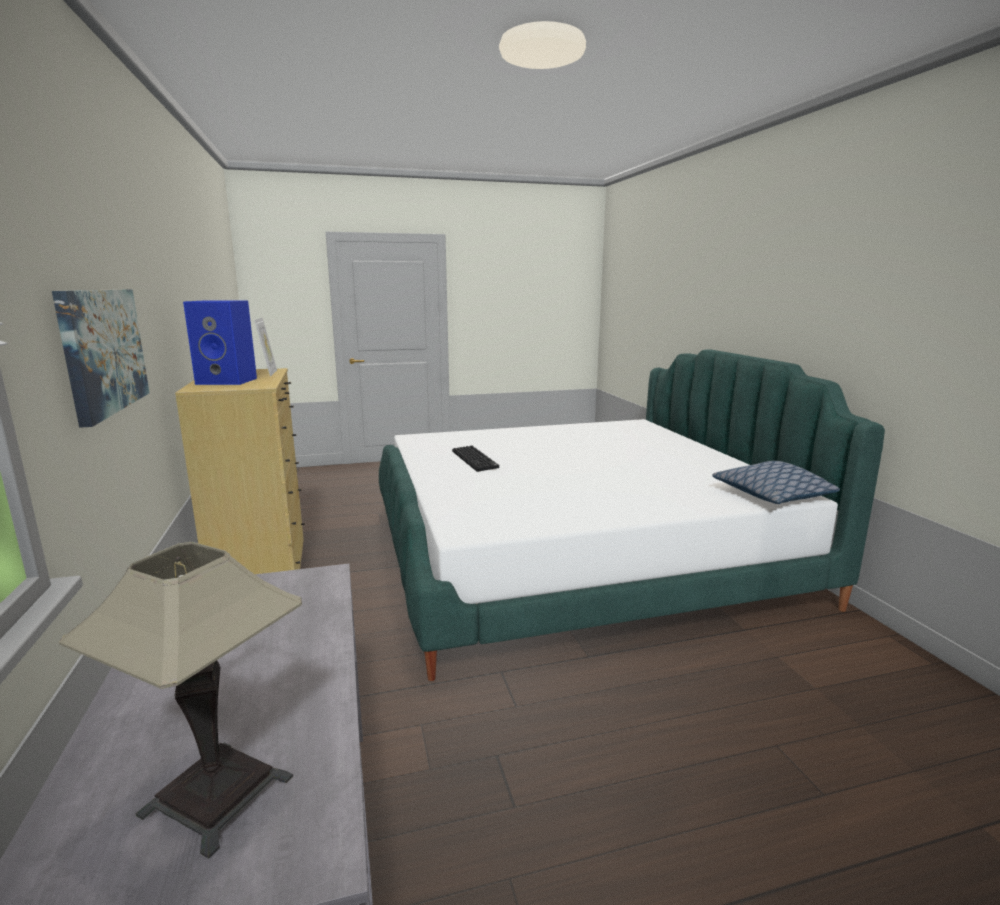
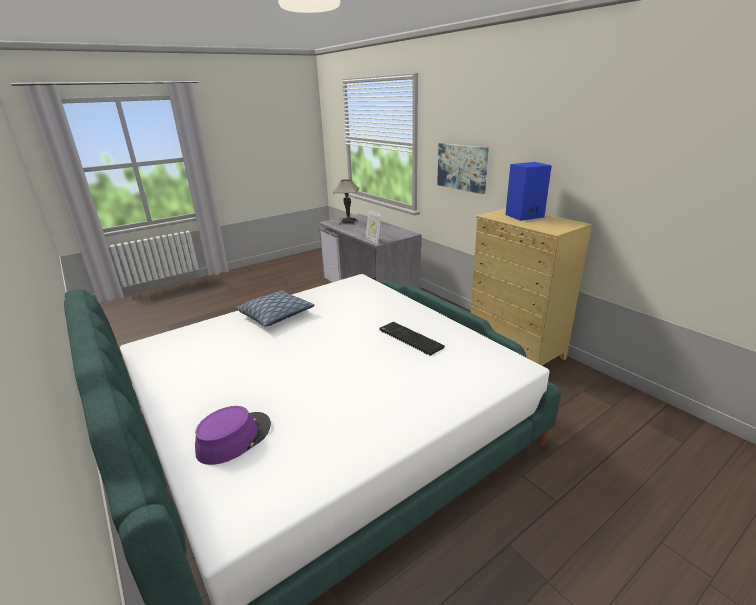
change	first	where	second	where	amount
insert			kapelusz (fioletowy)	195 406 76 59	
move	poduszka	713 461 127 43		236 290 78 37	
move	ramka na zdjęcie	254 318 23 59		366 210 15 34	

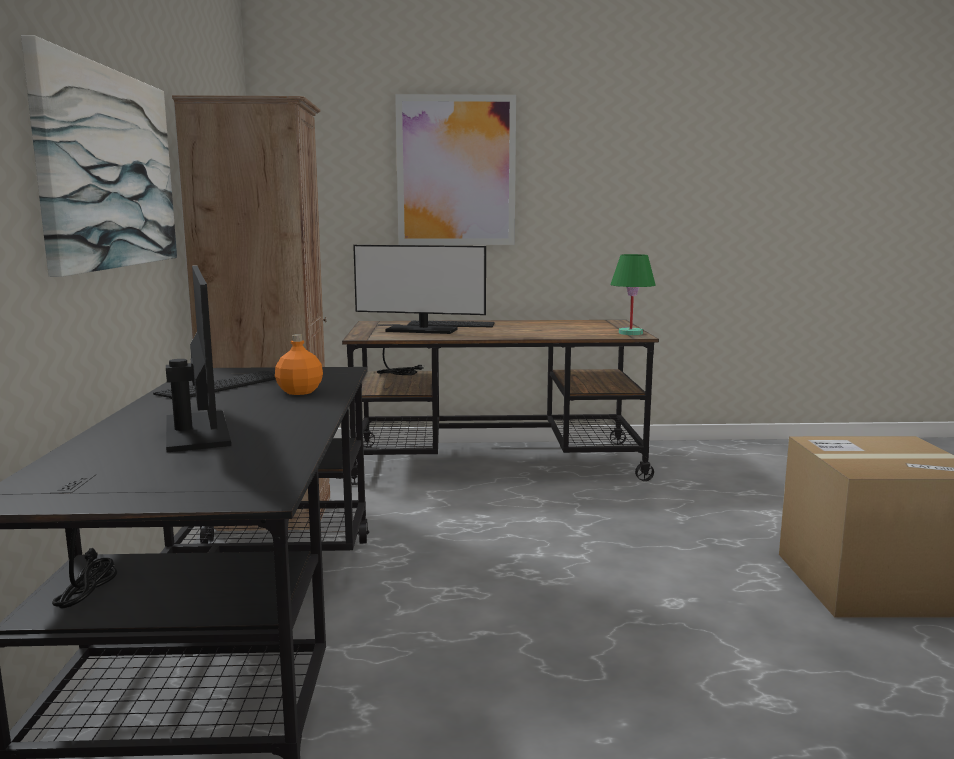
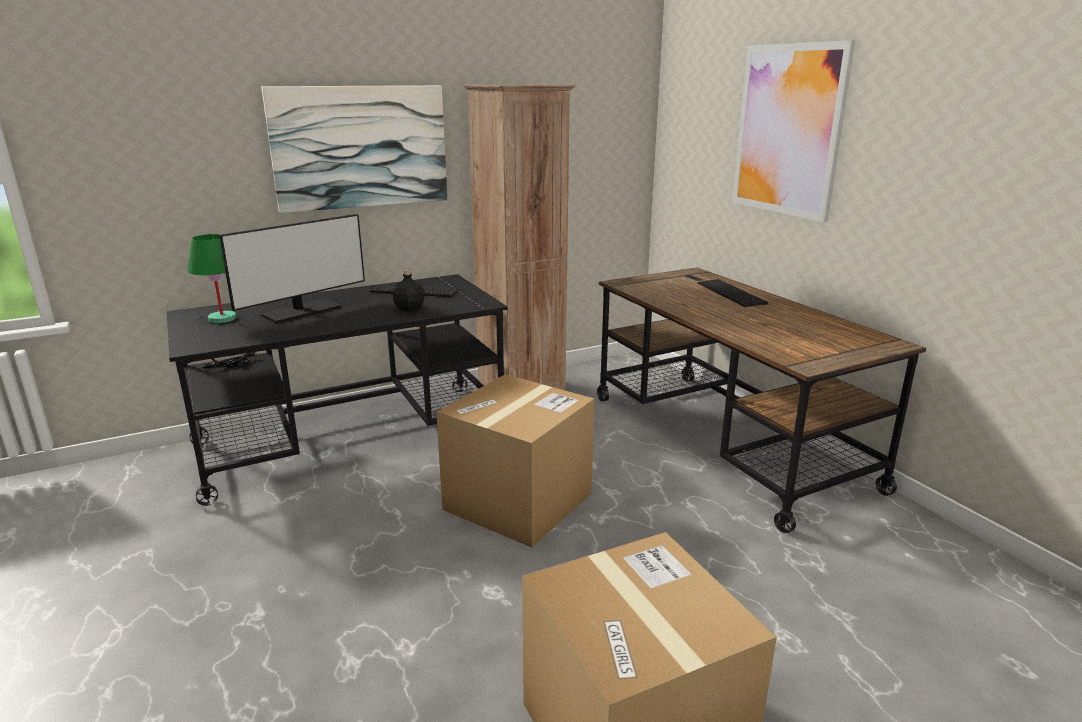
change	first	where	second	where	amount
move	lampa stołowa (zielony)	610 254 46 81		187 234 49 89	
recolor	butelka (pomarańczowy)	275 334 48 61	butelka (czarny)	393 269 32 42	
insert			karton	436 374 159 174	
delete	monitor	353 245 133 89			

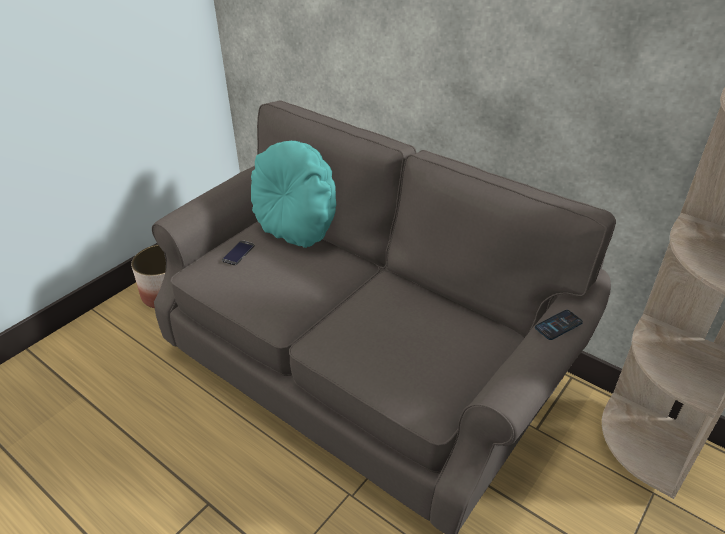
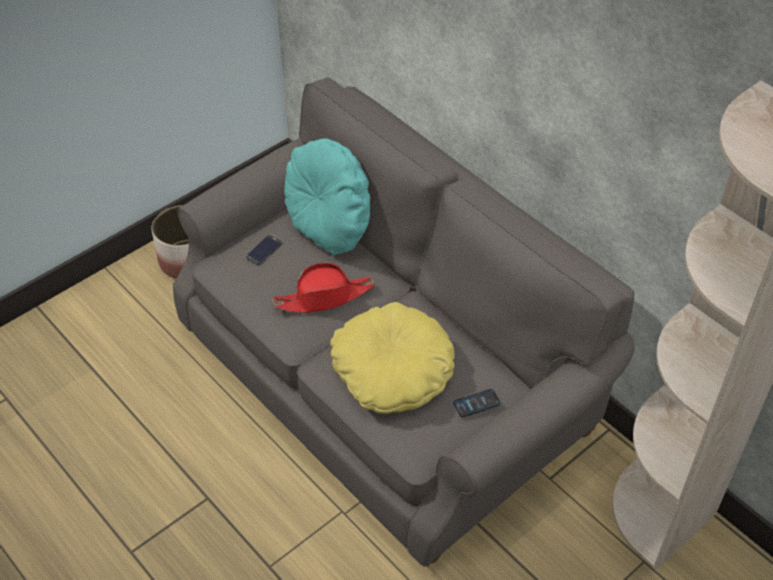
change	first	where	second	where	amount
insert			kapelusz (czerwony)	273 263 102 50	
insert			poduszka (żółty)	330 302 125 112	
move	telefon	535 310 48 30		453 389 47 29	

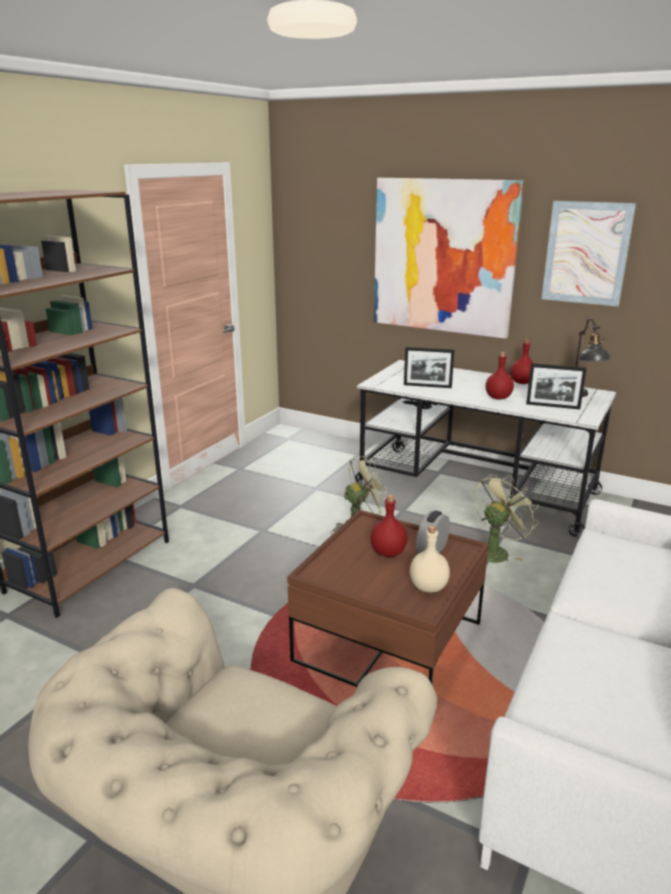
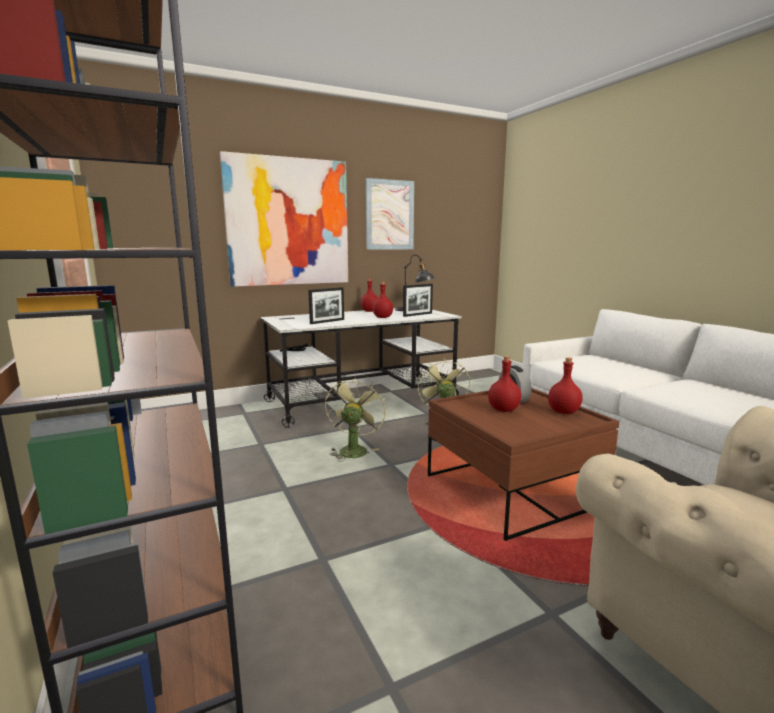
change	first	where	second	where	amount
recolor	butelka (beżowy)	410 525 40 68	butelka (czerwony)	548 357 34 57	

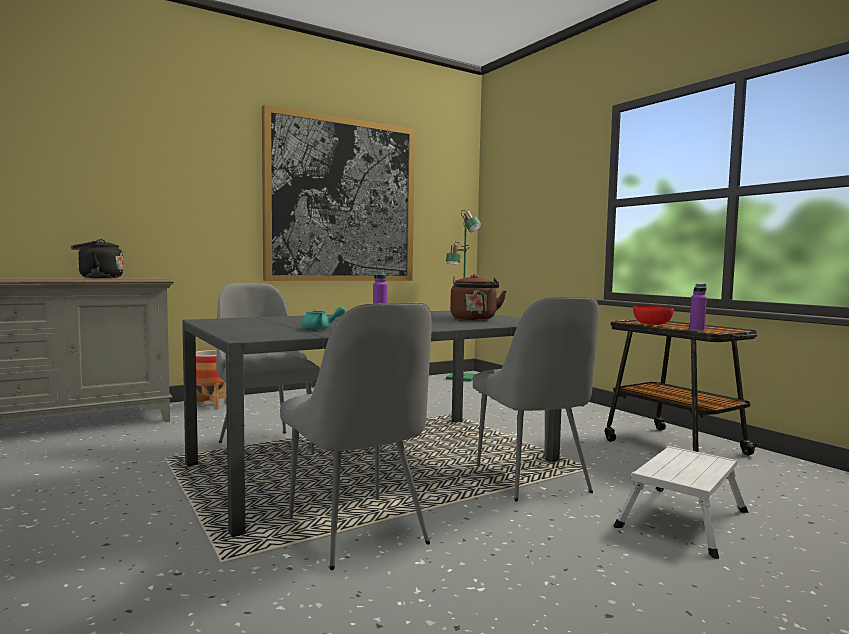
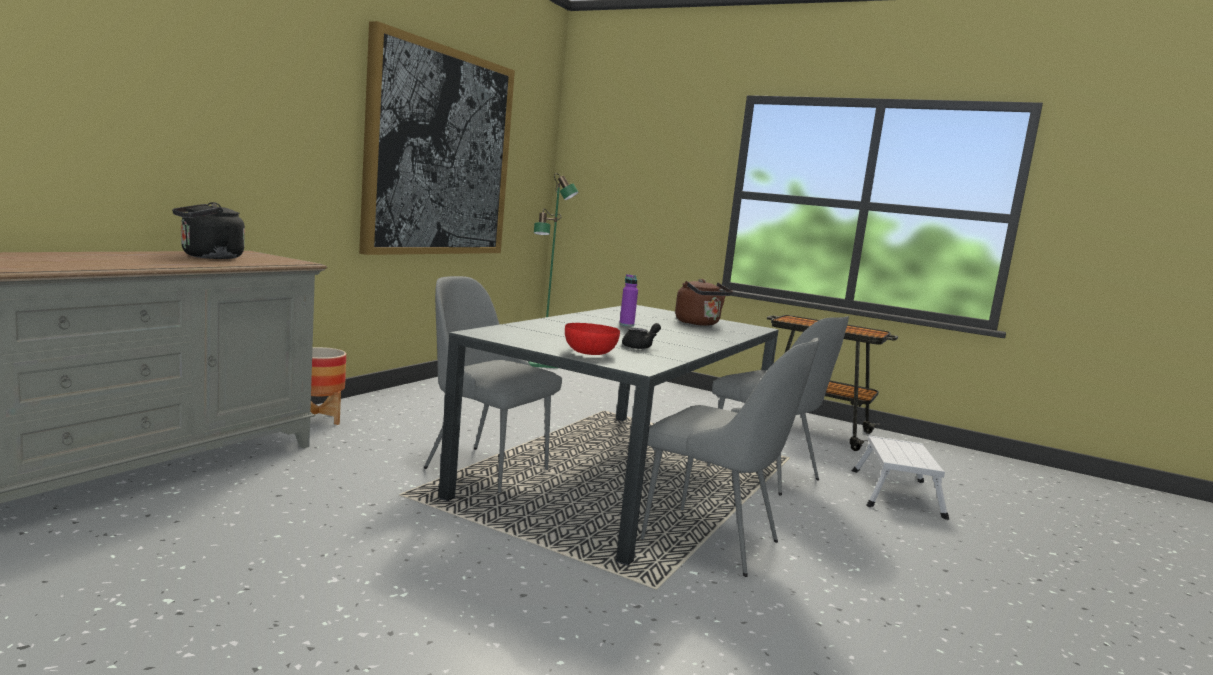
change	first	where	second	where	amount
move	miska (czerwony)	633 306 41 19		565 323 55 32	
recolor	imbryk (turkusowy)	301 306 45 24	imbryk (czarny)	622 323 39 26	
delete	butelka (fioletowy)	689 284 18 47			

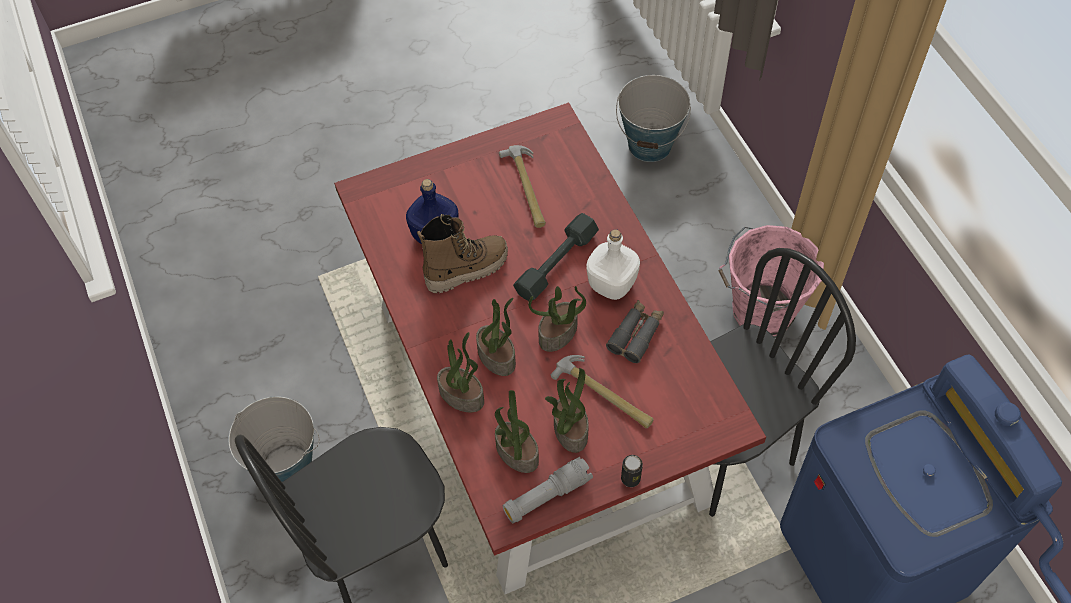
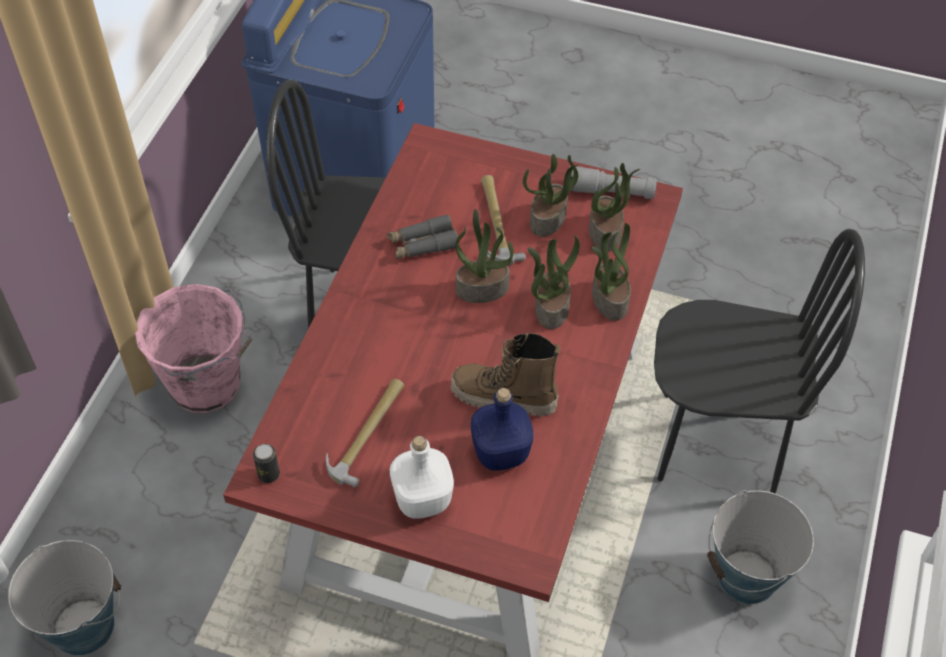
change	first	where	second	where	amount
move	puszka	621 455 22 32		253 444 27 39	
move	butelka (biały)	586 229 54 71		390 436 64 83	
delete	hantel (szary)	513 213 86 88			

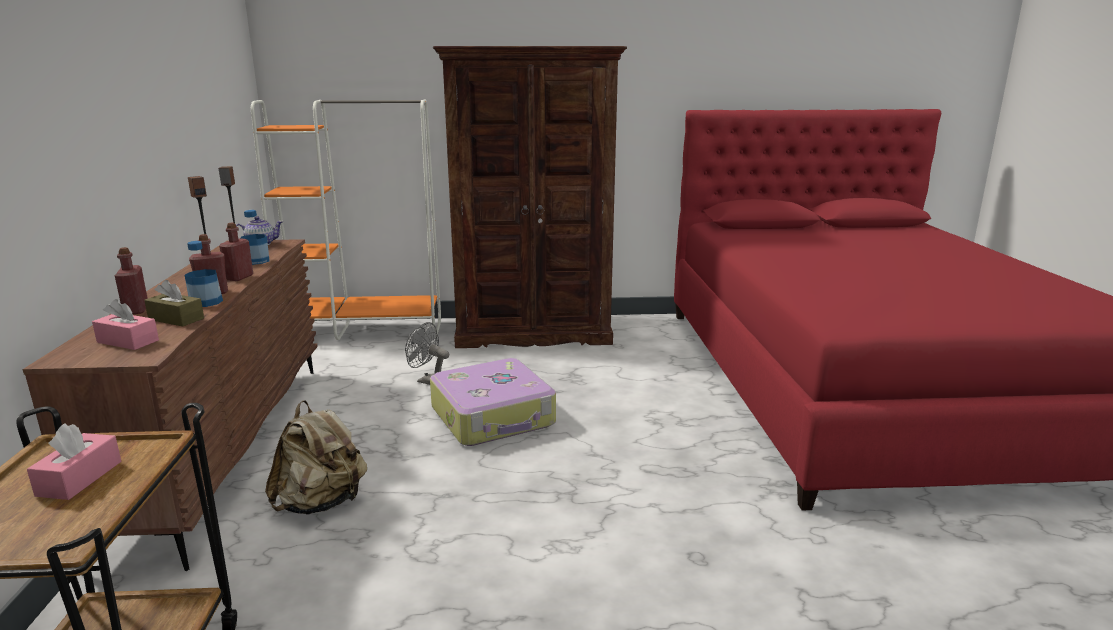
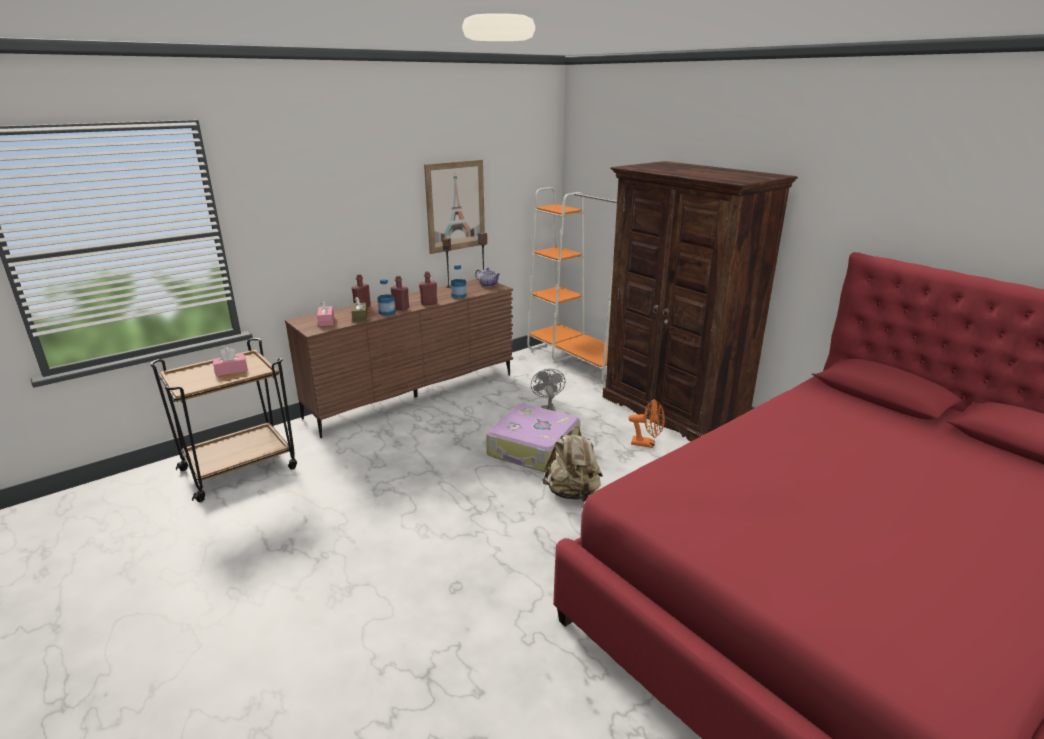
change	first	where	second	where	amount
insert			obraz	424 160 61 94	
move	plecak (beżowy)	265 400 102 114		542 426 61 76	
insert			wentylator (pomarańczowy)	628 399 37 49	

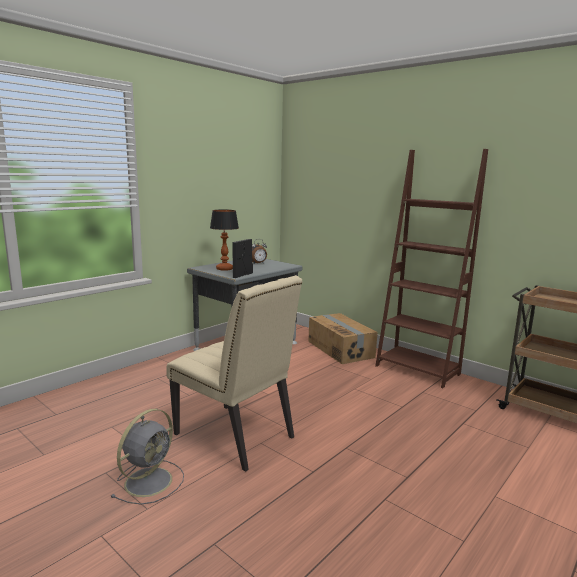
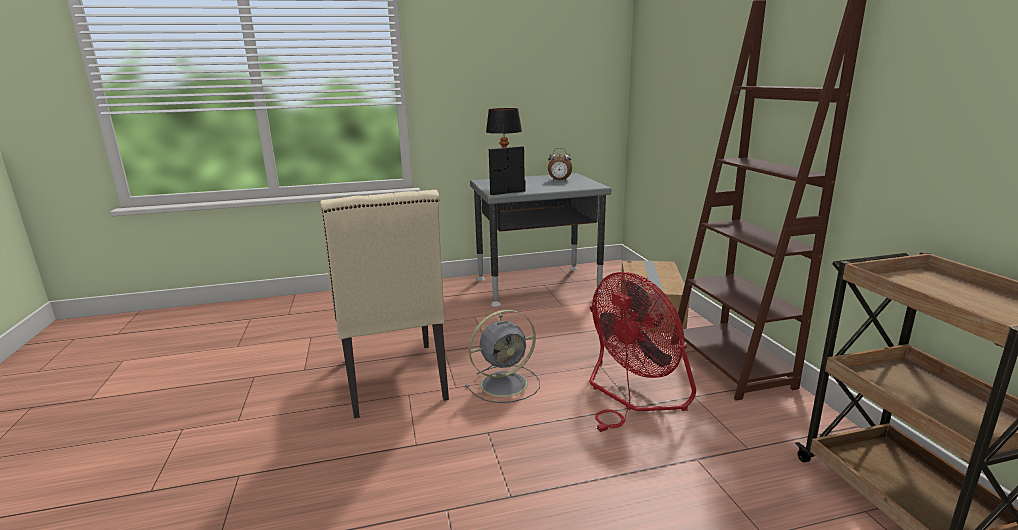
change	first	where	second	where	amount
move	wentylator (szary)	110 409 74 96		465 310 75 93	
insert			wentylator (czerwony)	590 272 106 160	

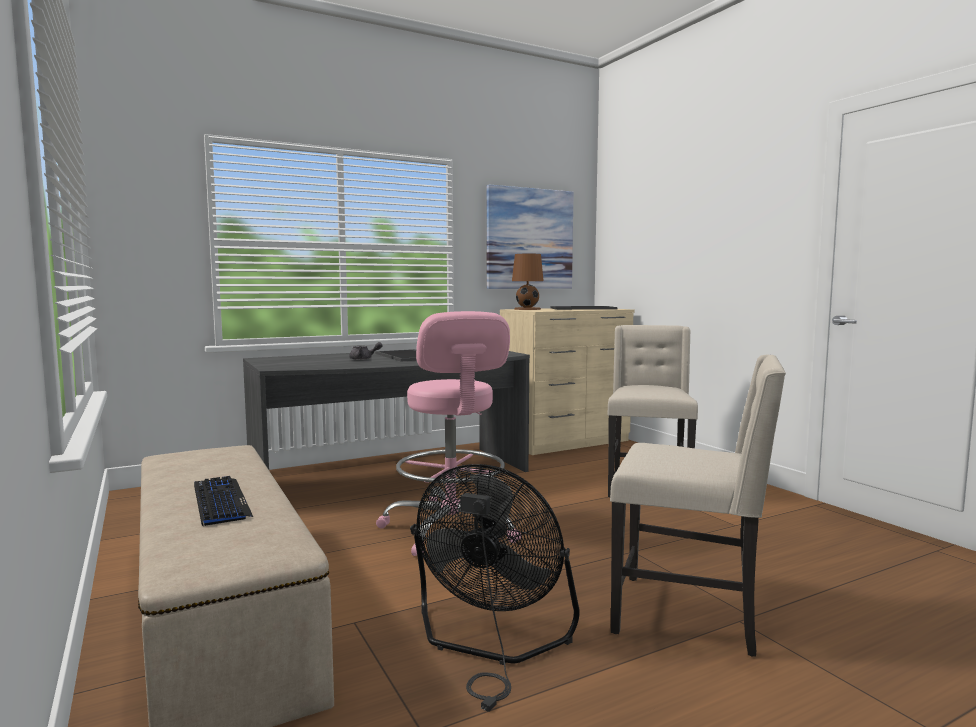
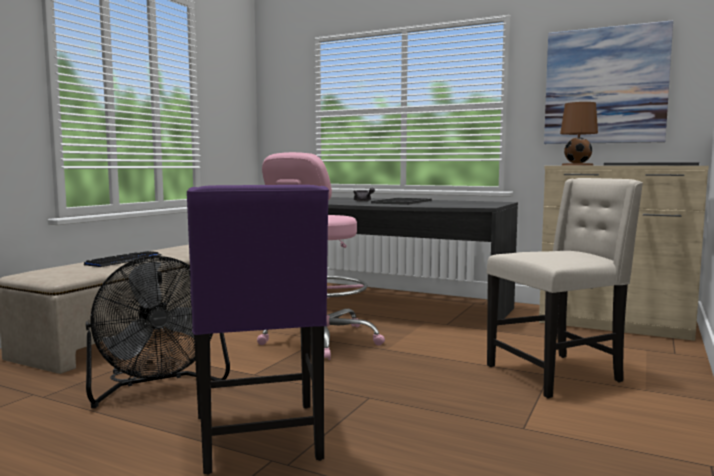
change	first	where	second	where	amount
rotate	wentylator (czarny)	410 464 170 248		86 256 144 152	75 degrees clockwise
recolor	krzesło (beżowy)	610 355 176 302	krzesło (fioletowy)	187 185 142 290	

